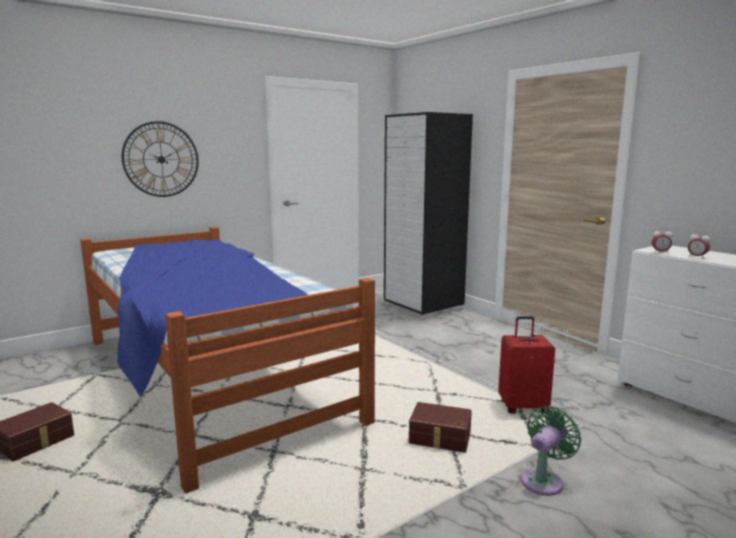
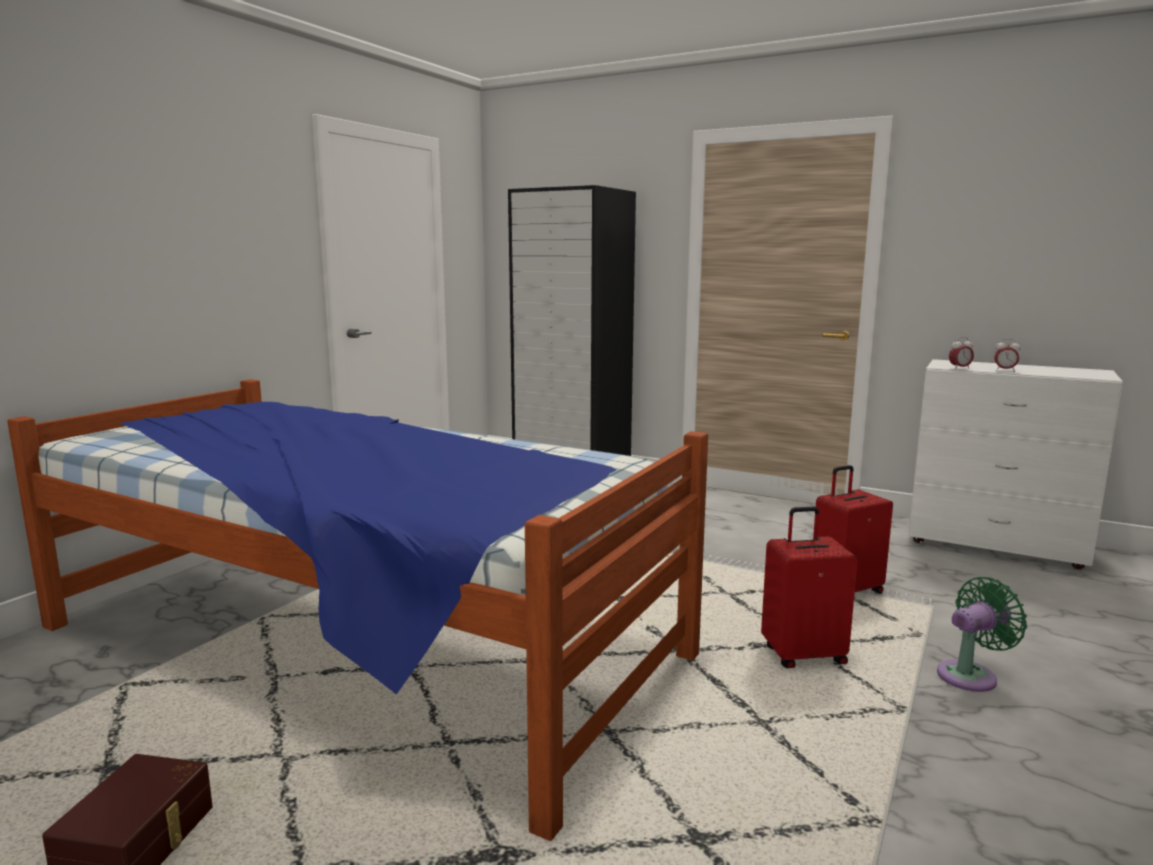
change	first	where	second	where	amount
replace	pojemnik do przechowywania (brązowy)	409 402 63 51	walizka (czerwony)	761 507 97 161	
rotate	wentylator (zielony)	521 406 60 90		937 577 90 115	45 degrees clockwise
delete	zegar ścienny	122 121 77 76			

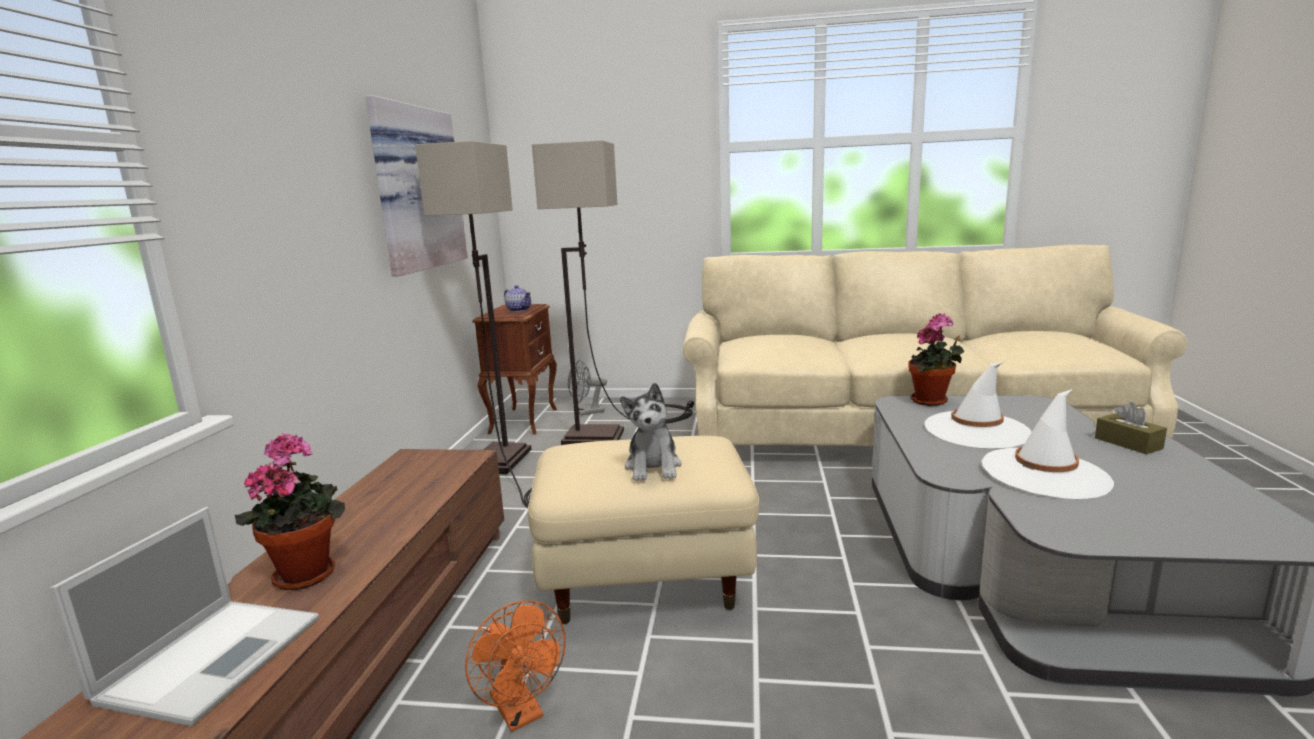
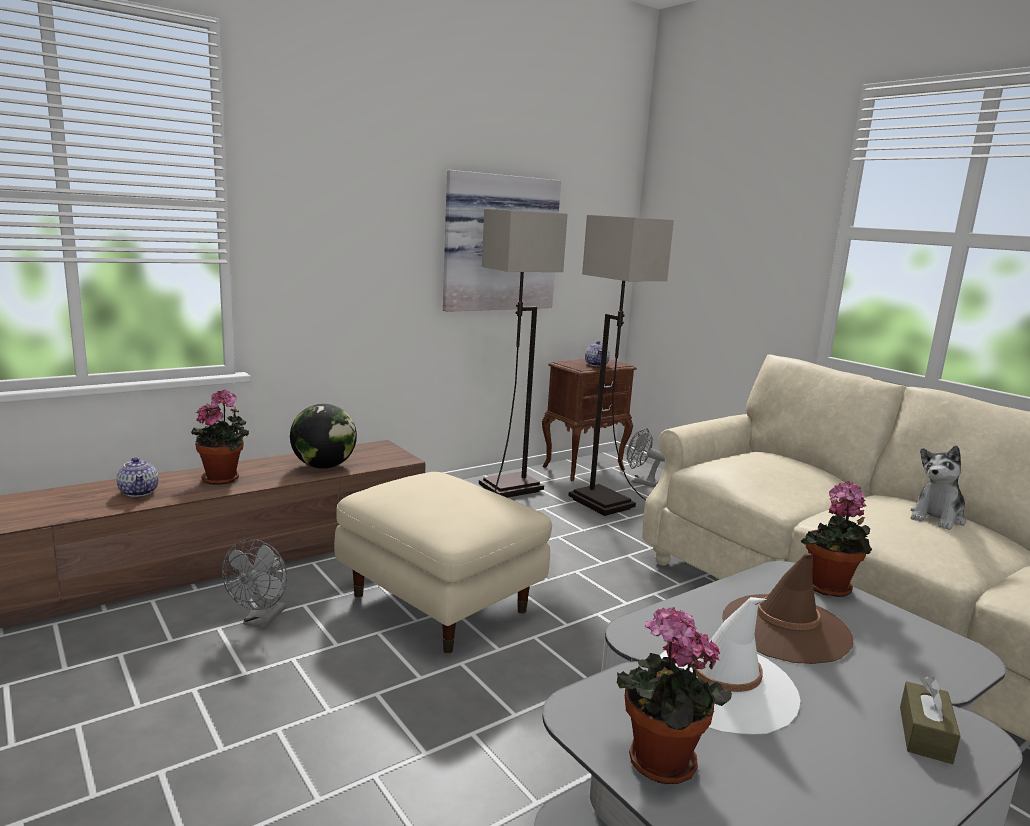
change	first	where	second	where	amount
replace	laptop	49 507 270 219	imbryk	116 457 43 40	
recolor	wentylator (pomarańczowy)	465 601 101 131	wentylator (szary)	222 539 65 89	
insert			globus	290 404 67 65	
insert			roślina doniczkowa	616 607 116 177	
recolor	kapelusz (biały)	924 362 108 87	kapelusz (brązowy)	722 553 131 111	
move	pluszak	620 383 62 98		911 445 55 85	

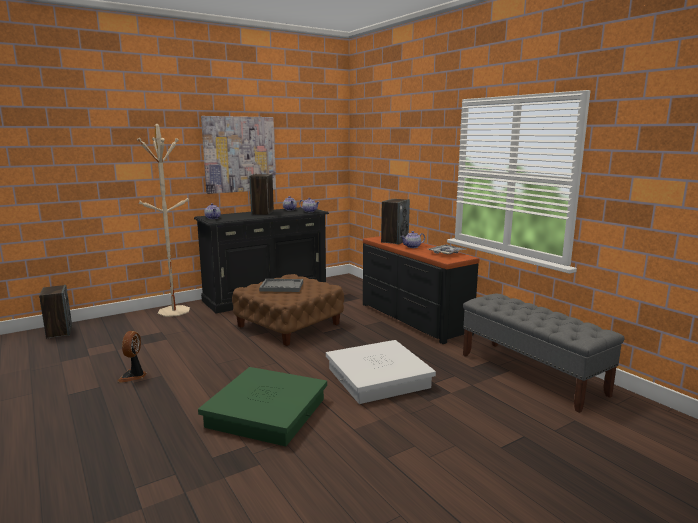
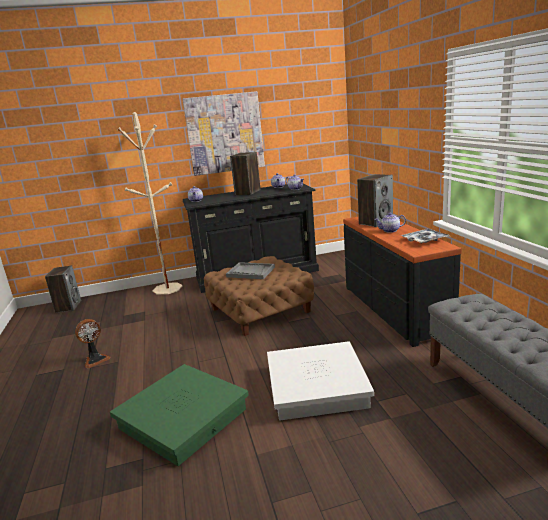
change	first	where	second	where	amount
rotate	wentylator	118 331 29 51		75 319 36 49	150 degrees counterclockwise

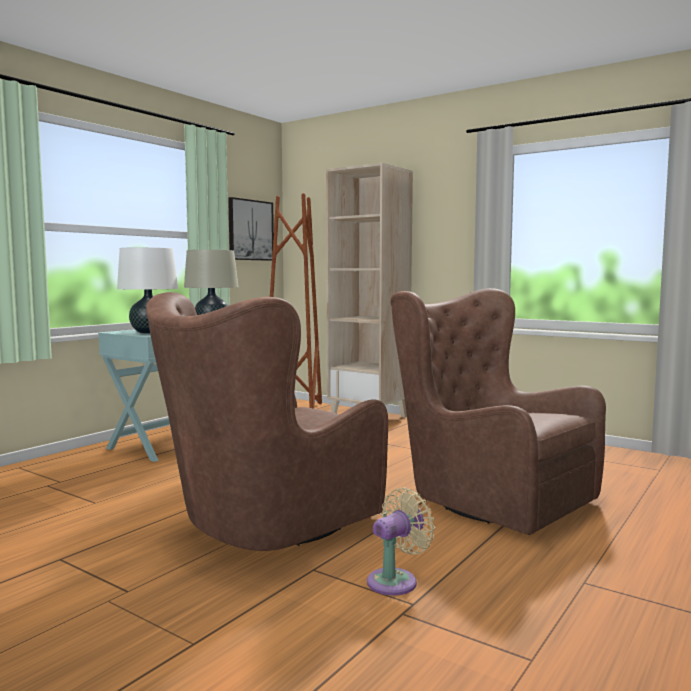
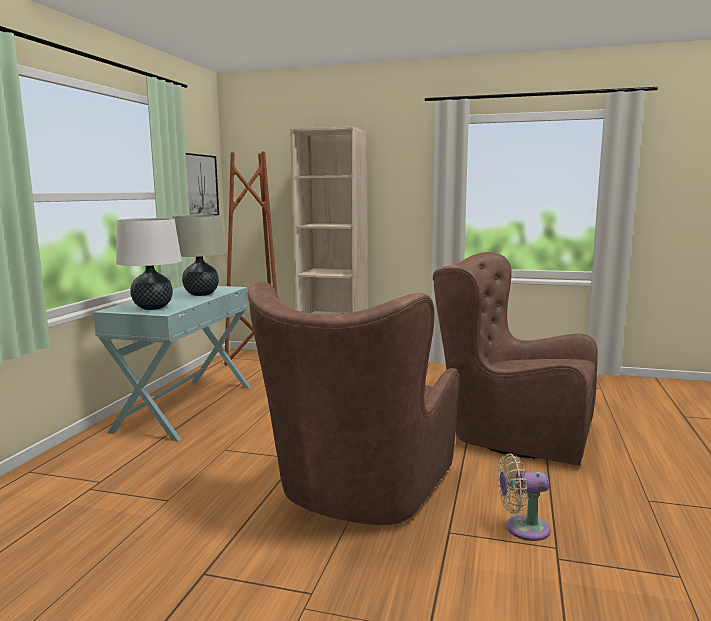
change	first	where	second	where	amount
rotate	wentylator (beżowy)	367 487 68 108		498 453 52 88	120 degrees counterclockwise

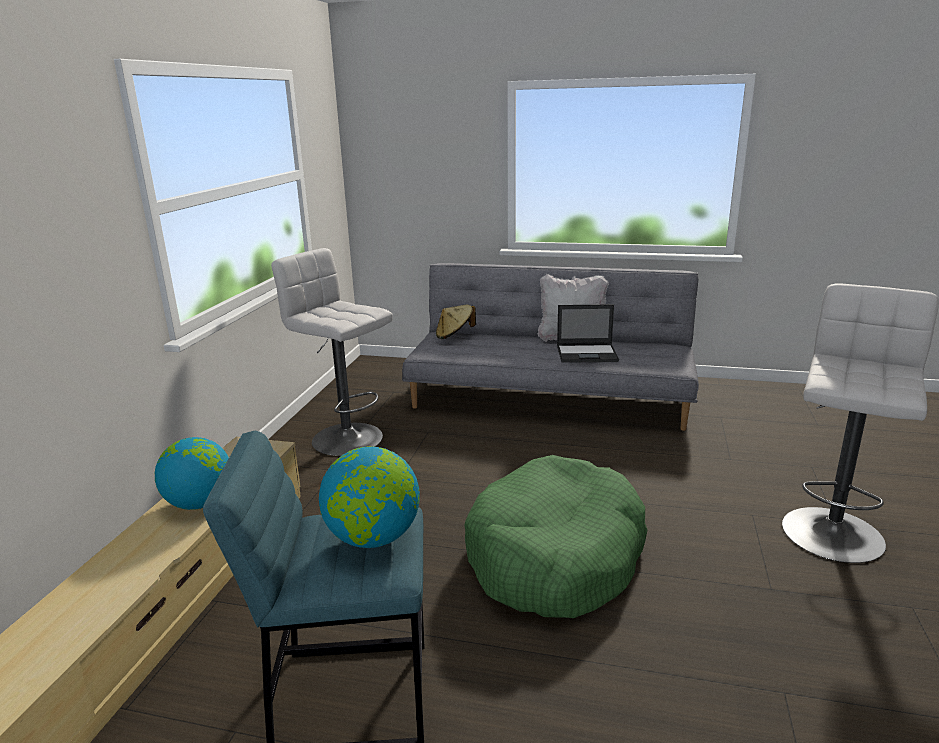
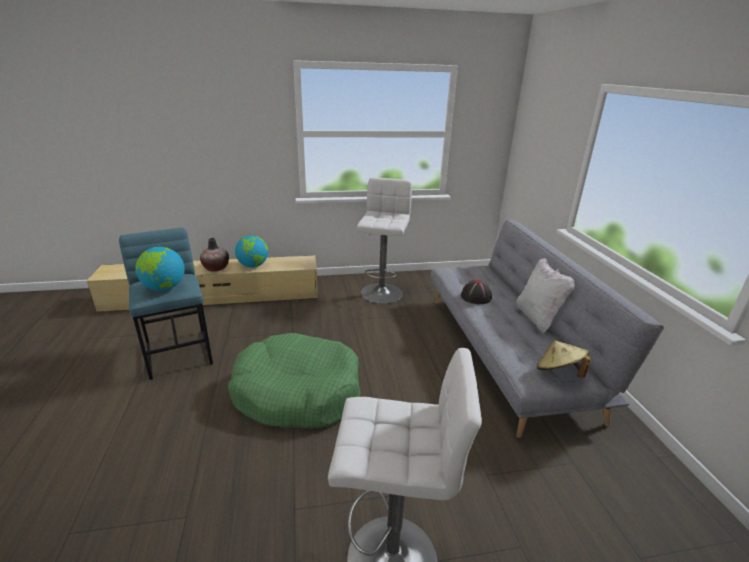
change	first	where	second	where	amount
insert			wazon	200 238 29 34	
insert			kapelusz (czarny)	461 280 31 24	
move	kapelusz (beżowy)	436 304 40 35		537 341 55 37	
delete	laptop	557 304 62 59			

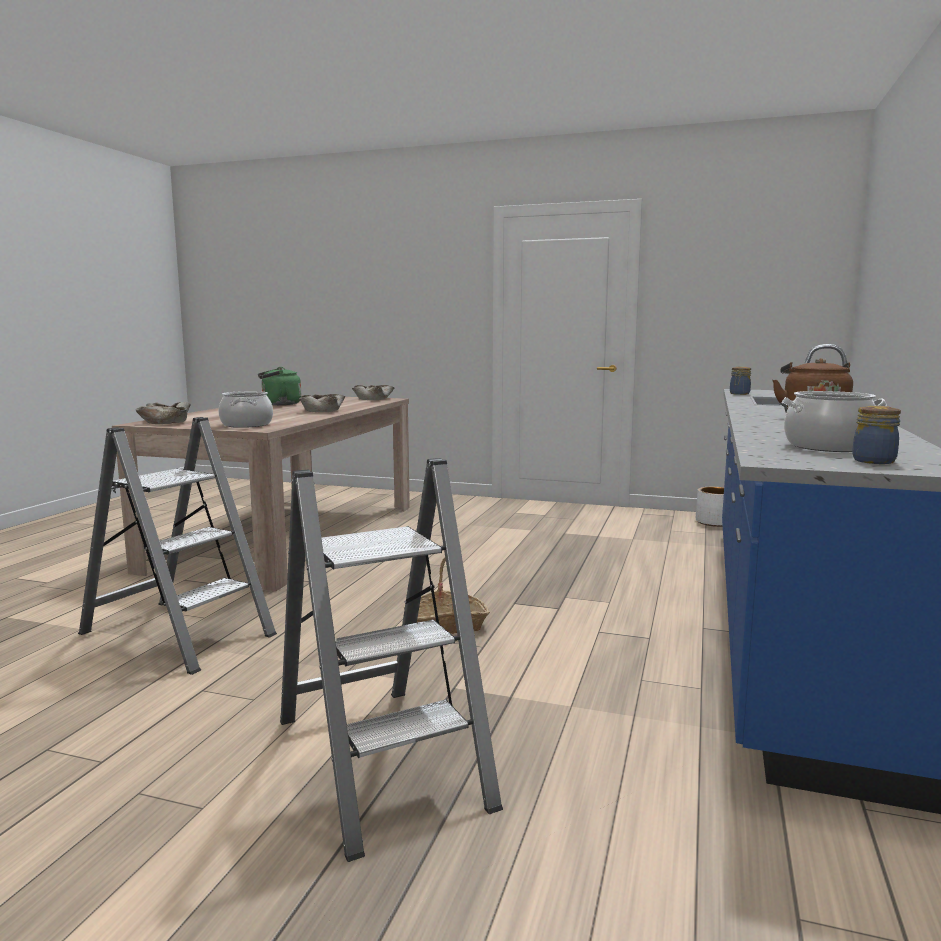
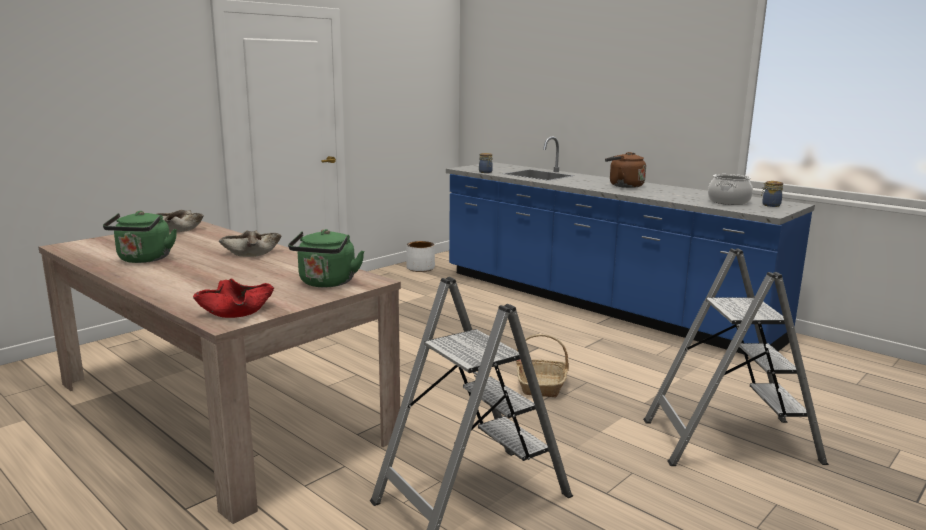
change	first	where	second	where	amount
recolor	miska (beżowy)	136 402 55 22	miska (czerwony)	193 278 81 40	
replace	garnek	219 391 54 37	czajnik (zielony)	288 229 77 58	

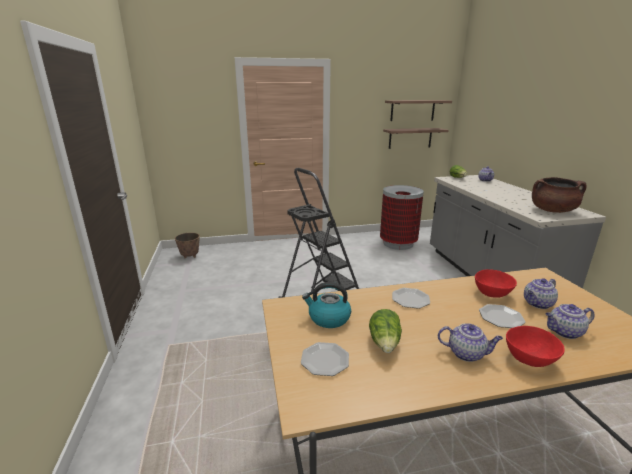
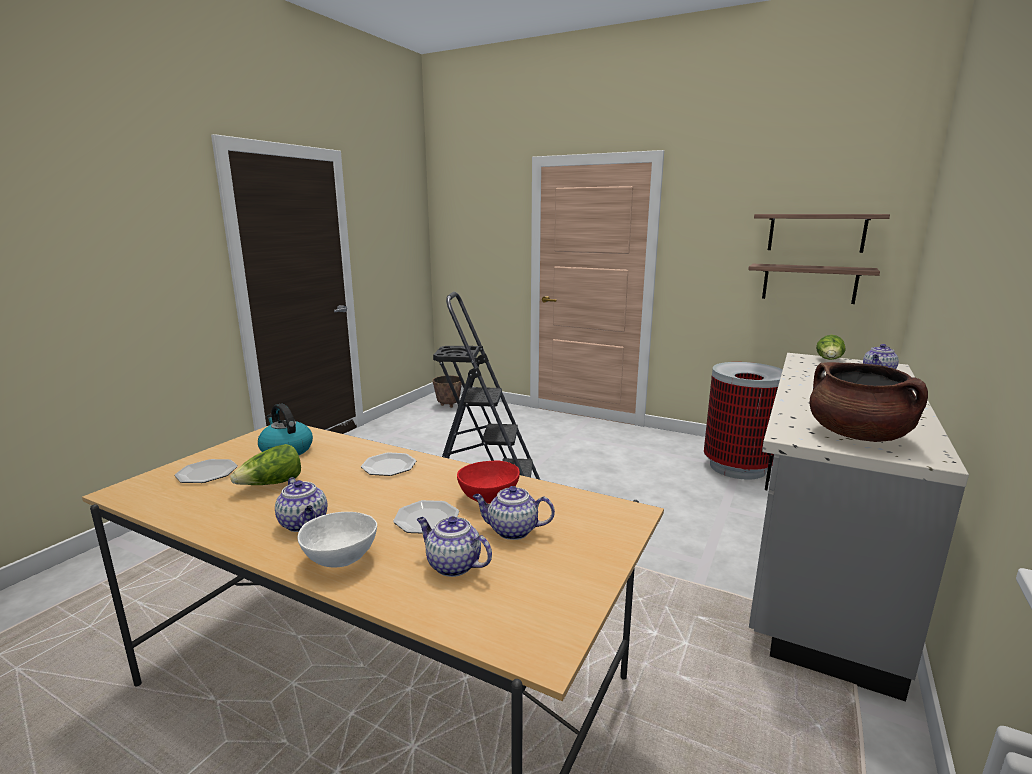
change	first	where	second	where	amount
recolor	miska (czerwony)	506 326 59 41	miska (biały)	298 512 79 55	

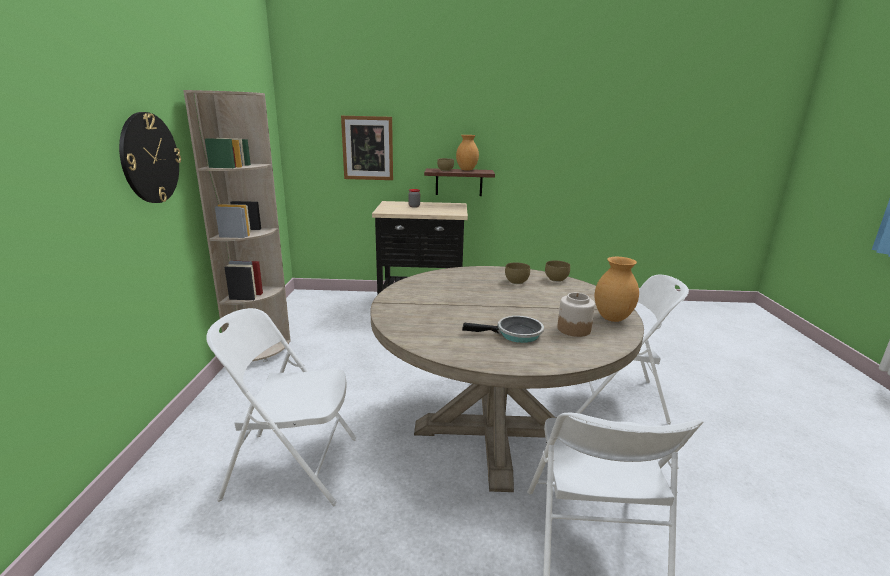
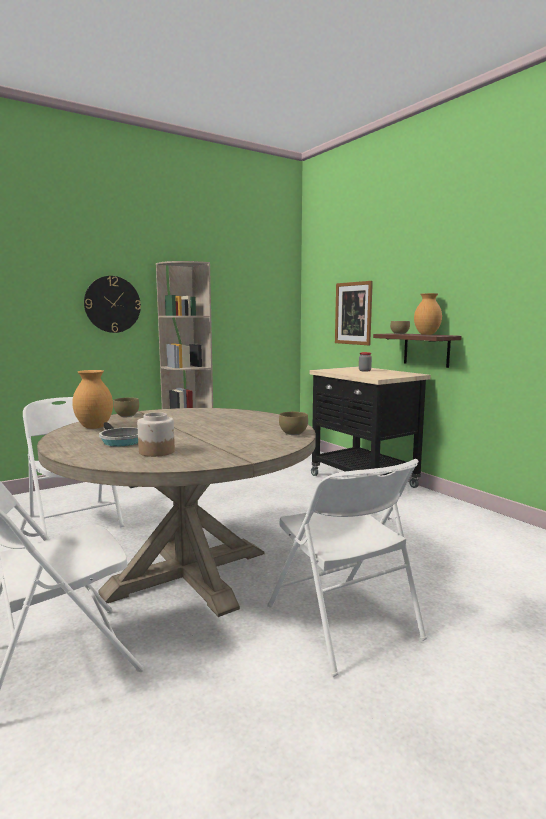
change	first	where	second	where	amount
move	wazon (brązowy)	595 257 44 65		72 370 41 59	
move	miska (brązowy)	505 262 25 22		113 397 26 20	

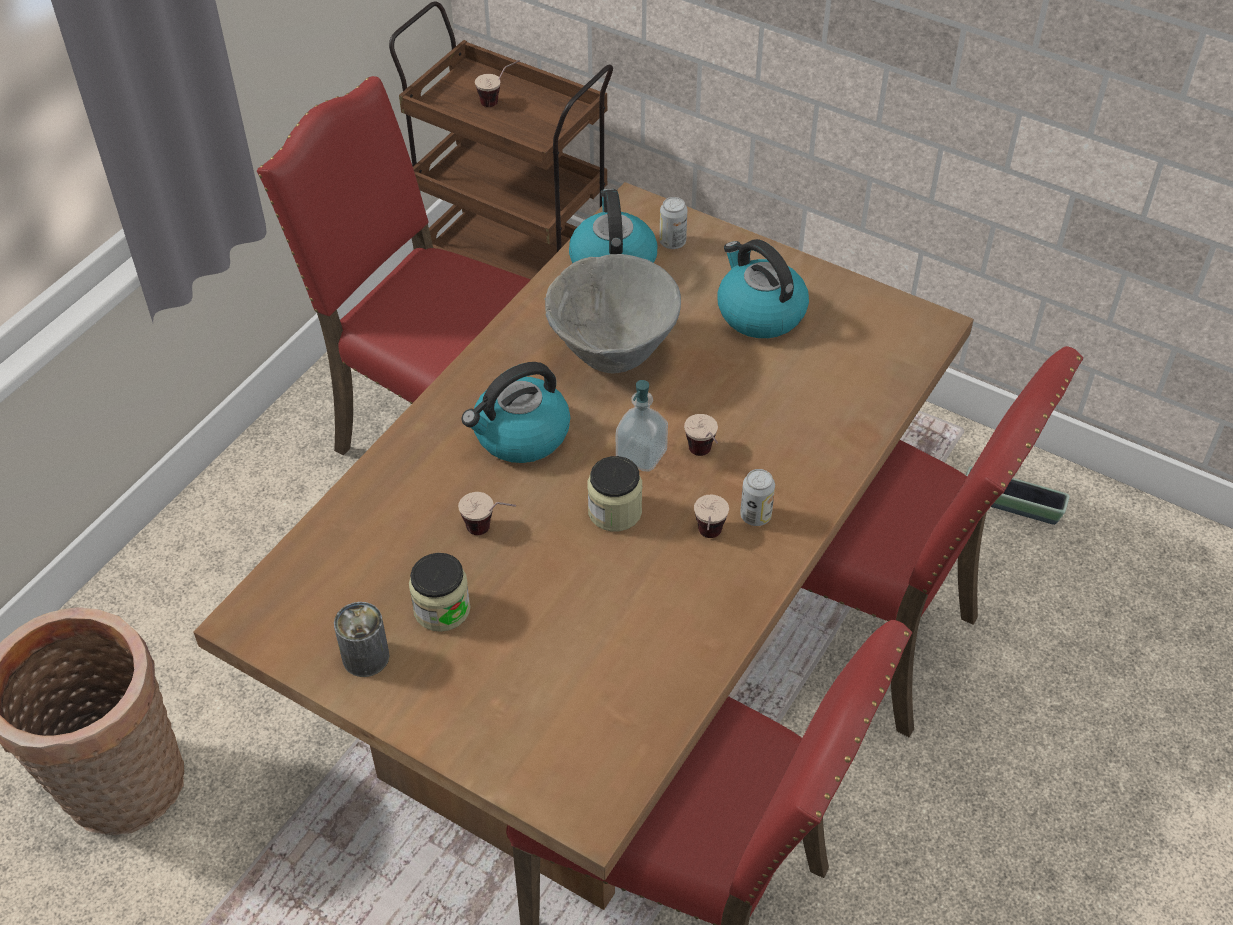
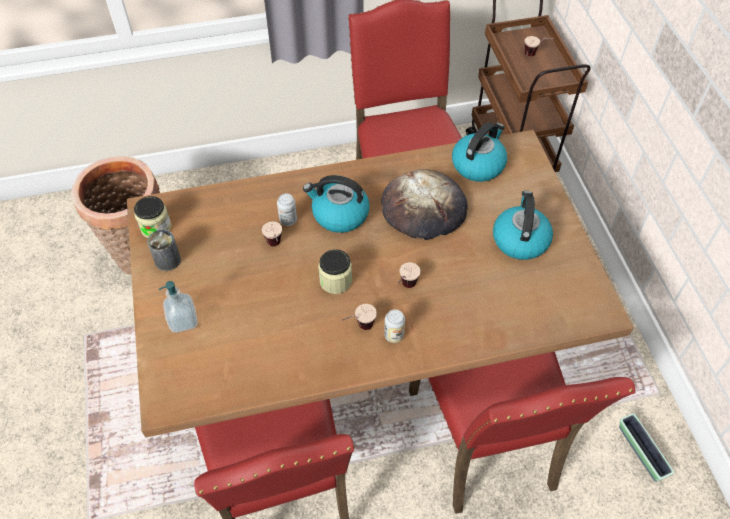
change	first	where	second	where	amount
move	słoik	409 553 62 79		134 196 38 42	
move	dozownik mydła	616 380 52 92		159 281 39 52	
move	puszka	659 197 28 52		277 193 20 33	
replace	miska (szary)	544 254 137 119	chleb	381 169 87 71	

